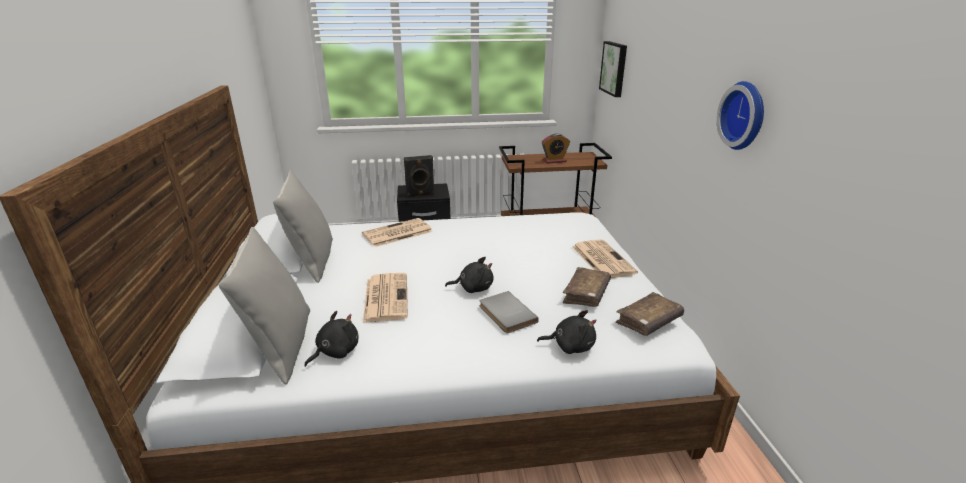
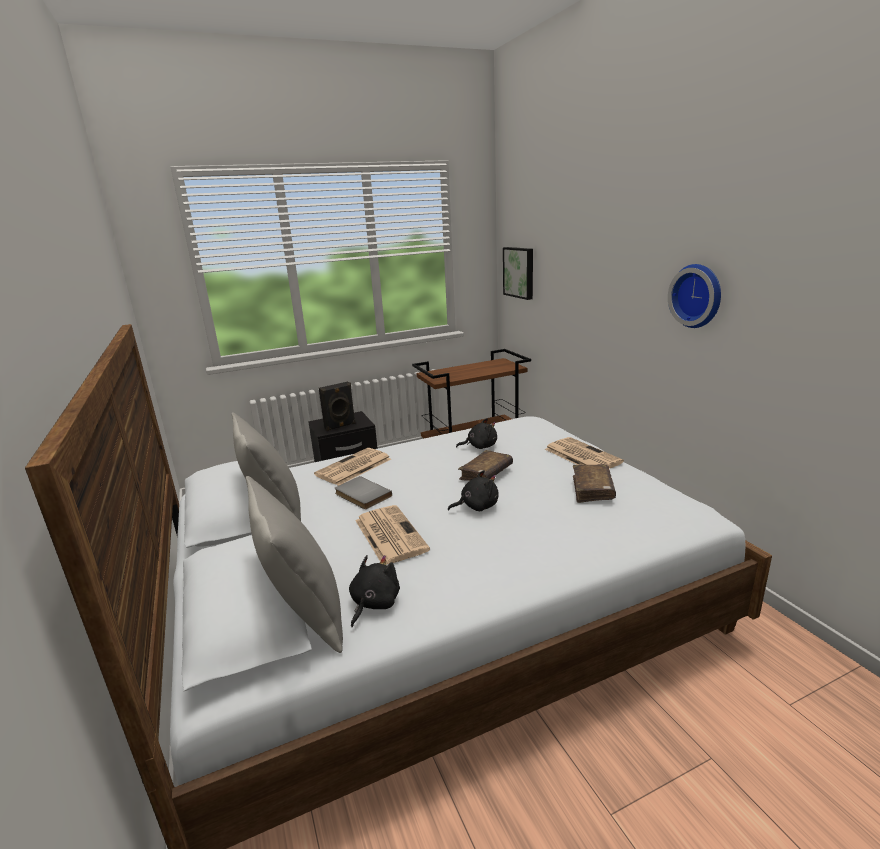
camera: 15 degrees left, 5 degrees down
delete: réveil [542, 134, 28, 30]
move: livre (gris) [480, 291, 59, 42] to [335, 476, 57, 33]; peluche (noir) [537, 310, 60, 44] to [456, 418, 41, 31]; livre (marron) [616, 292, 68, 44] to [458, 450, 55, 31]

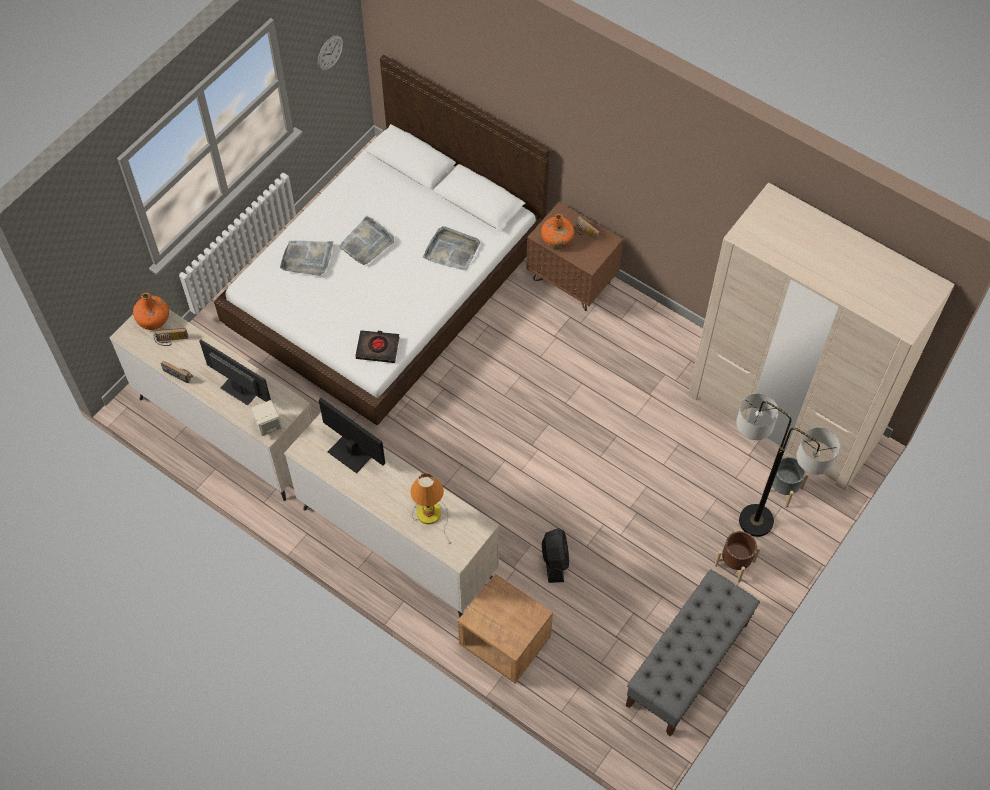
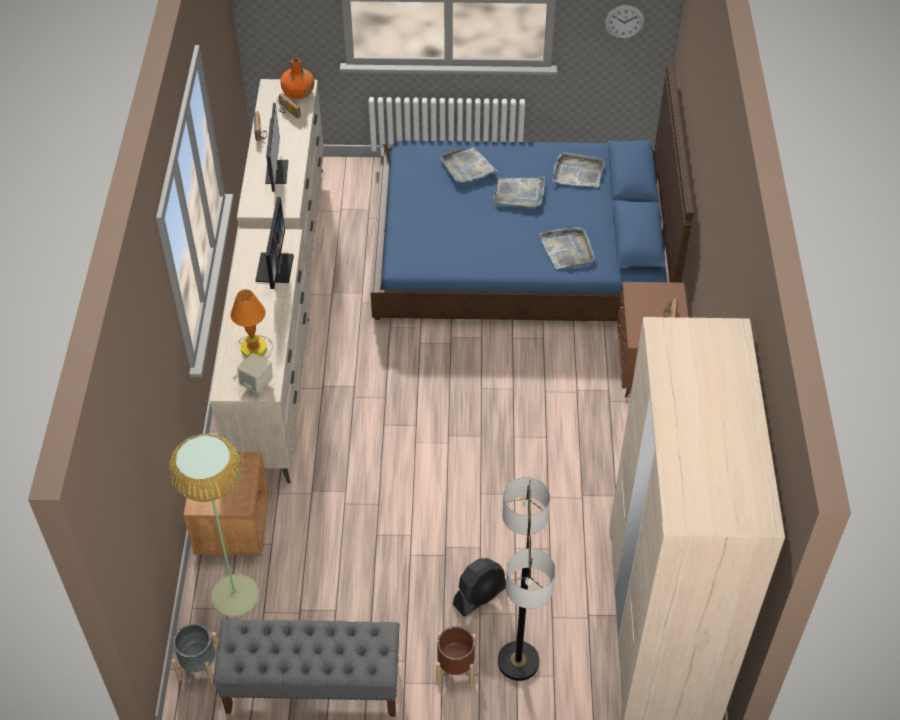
camera: 55 degrees right, 10 degrees down
delete: livre (noir) [355, 330, 44, 33]; bouteille (orange) [541, 214, 33, 35]
insert: lampadaire [168, 434, 91, 183]; plateau (gris) [553, 152, 51, 35]
move: enceinte (beige) [251, 400, 32, 36] to [237, 353, 36, 42]; ventilateur (noir) [542, 528, 27, 55] to [453, 558, 53, 59]; cache-pot (gris) [763, 457, 46, 51] to [172, 624, 46, 60]
recolor: lit (blanc) [214, 55, 336, 370] to lit (bleu) [370, 63, 324, 258]

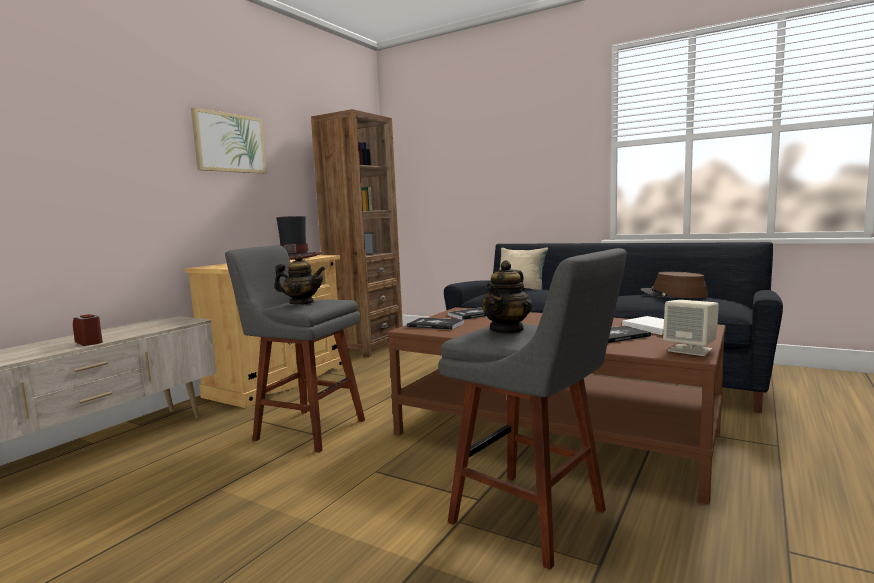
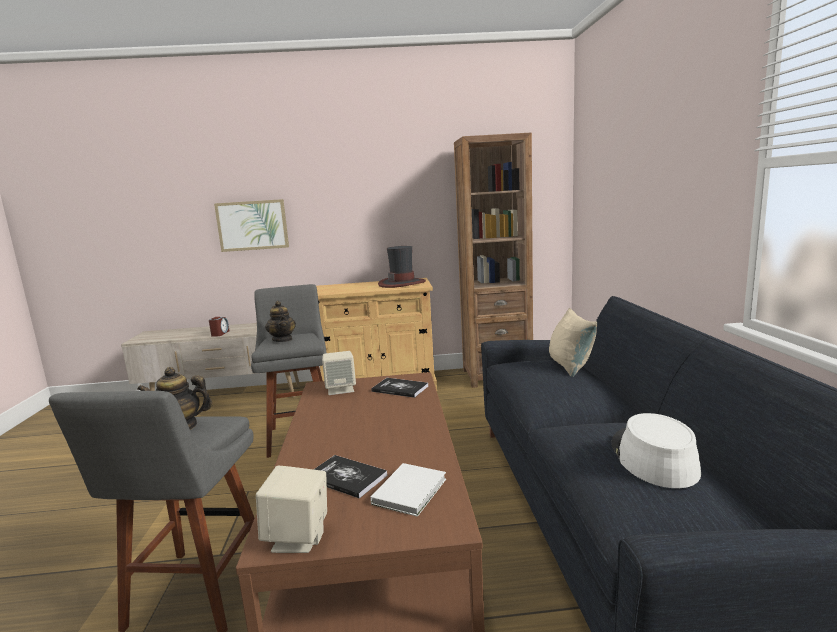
camera: 55 degrees right, 5 degrees up
move: tableau [191, 108, 76, 66] to [214, 199, 75, 53]
replace: livre [407, 317, 57, 13] to enceinte (beige) [322, 351, 34, 44]
recolor: chapeau (marron) [640, 272, 68, 26] to chapeau (blanc) [611, 413, 90, 75]

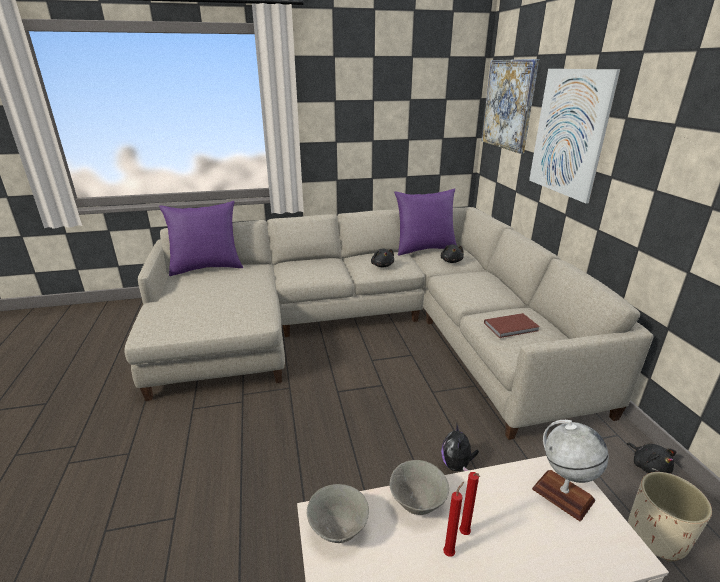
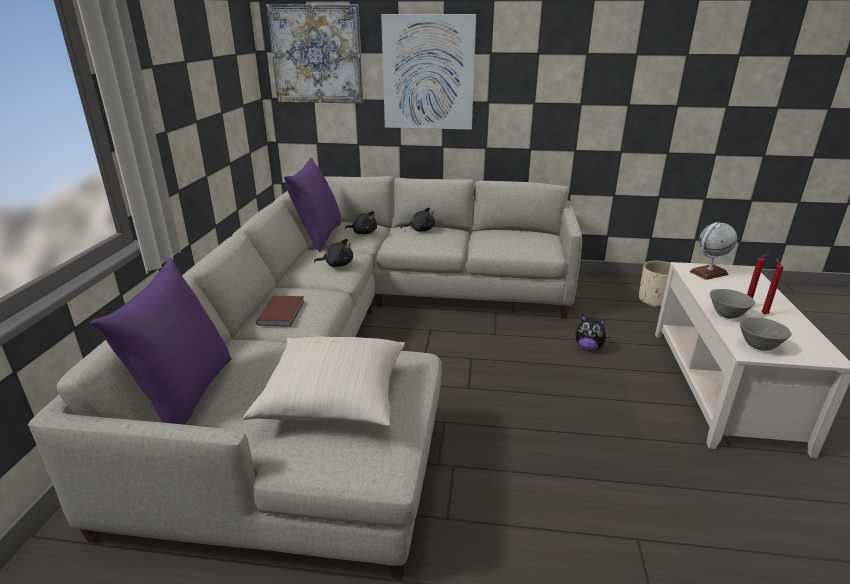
camera: 70 degrees left, 0 degrees up
insert: coussin (beige) [243, 337, 162, 89]
move: livre (marron) [484, 313, 56, 25] to [256, 296, 49, 31]; peluche (noir) [627, 443, 50, 31] to [401, 207, 34, 25]

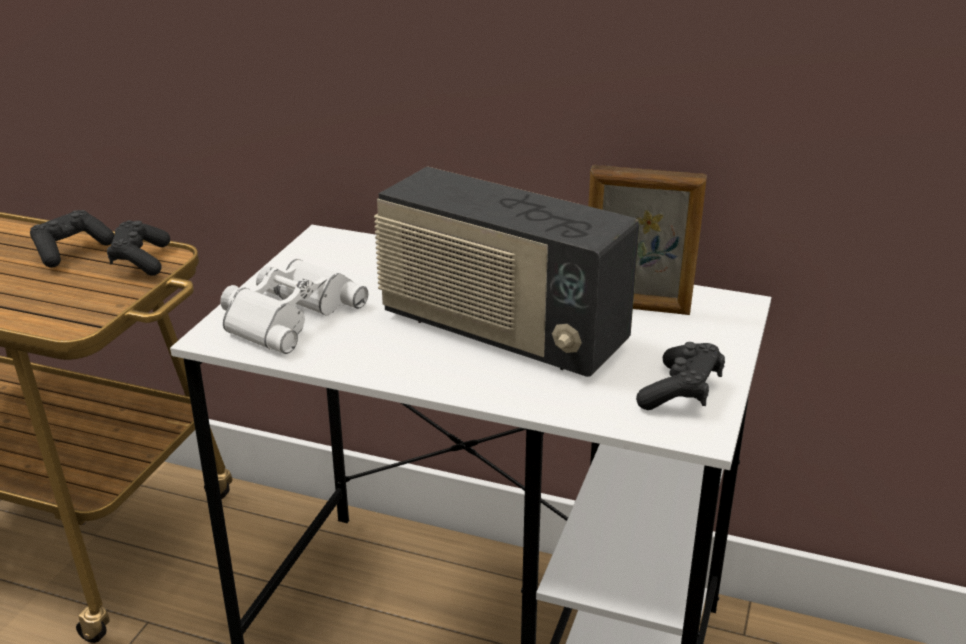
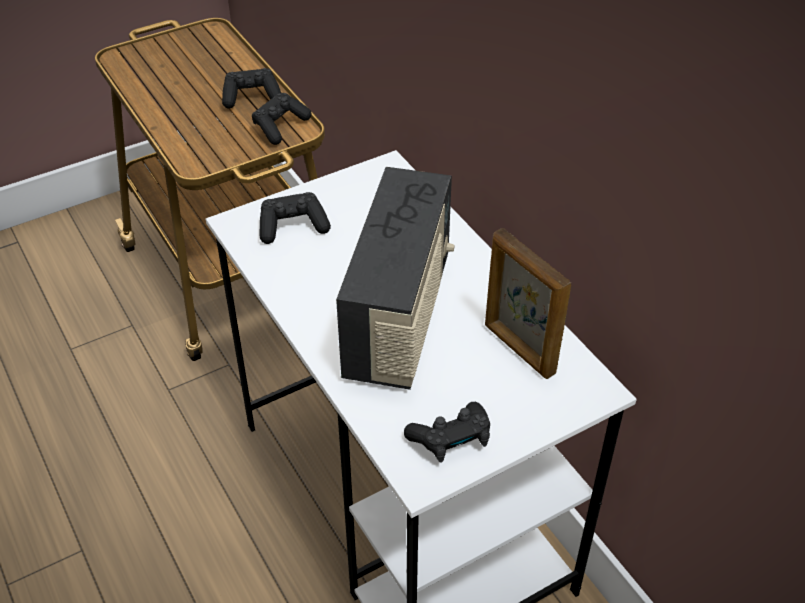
camera: 40 degrees right, 15 degrees up
replace: jumelles (blanc) [220, 259, 148, 95] to manette (noir) [260, 192, 71, 52]
rotate: radio [374, 166, 266, 211] = [336, 167, 119, 223] 150 degrees counterclockwise

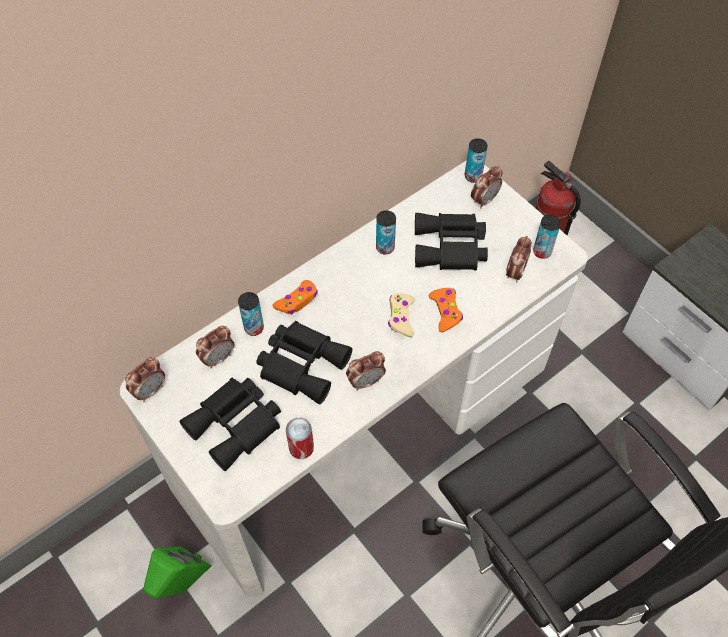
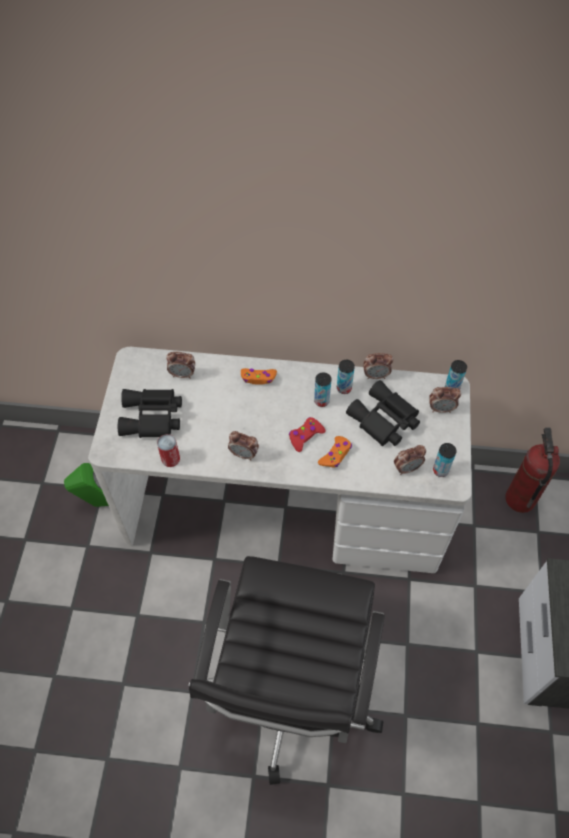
camera: 45 degrees right, 0 degrees up
delete: jumelles (noir) [256, 321, 96, 83]
move: réveil [125, 357, 40, 45] to [364, 353, 29, 26]; boîte métallique [238, 292, 26, 44] to [314, 372, 18, 35]
recolor: manette (beige) [388, 293, 27, 44] to manette (rouge) [289, 417, 37, 35]

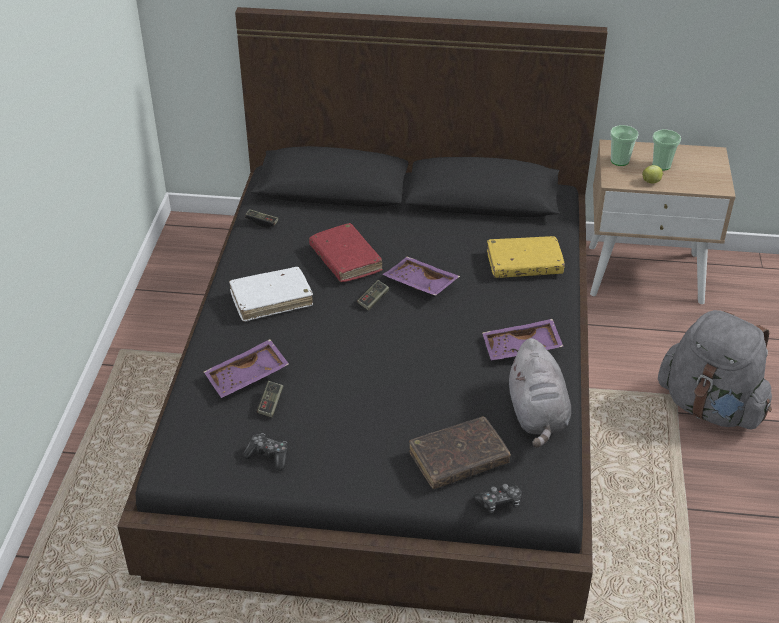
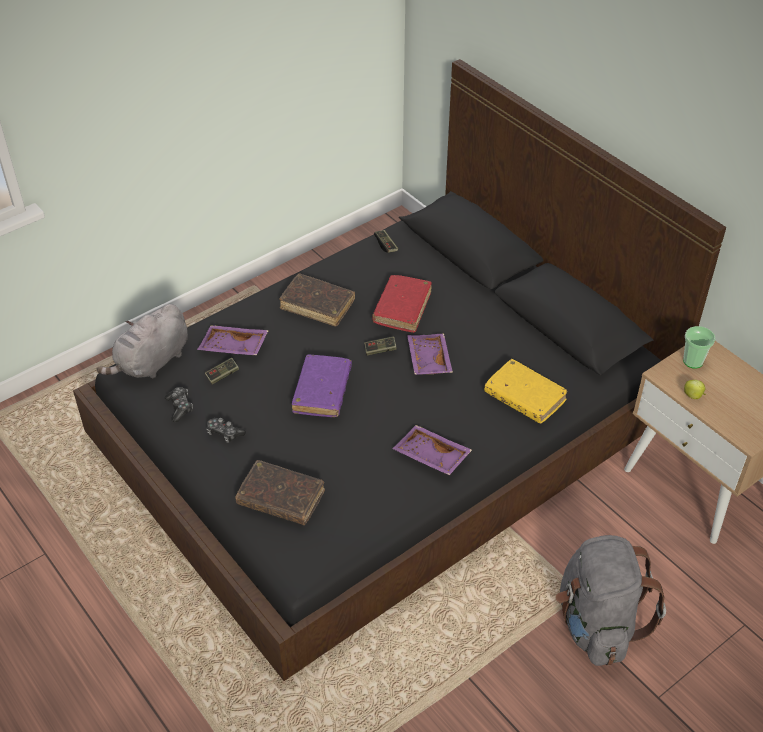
camera: 45 degrees right, 5 degrees up
delete: tasse [652, 130, 29, 41]
insert: livre (violet) [292, 355, 60, 62]
move: manette [473, 484, 49, 29] to [206, 418, 40, 25]; peluche (gris) [509, 338, 62, 110] to [97, 304, 91, 75]
recolor: livre (blanc) [229, 267, 84, 55] to livre (marron) [279, 273, 76, 54]

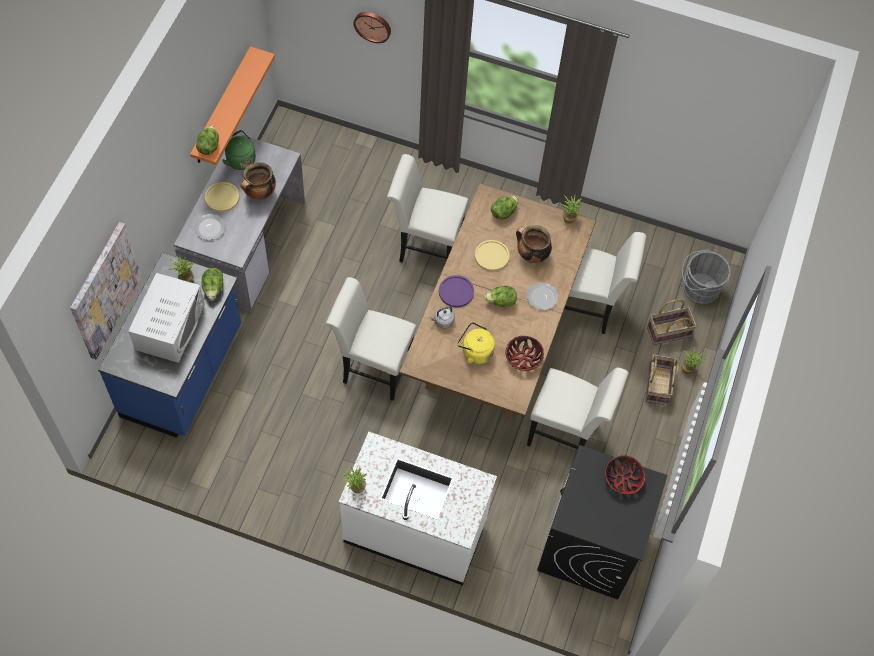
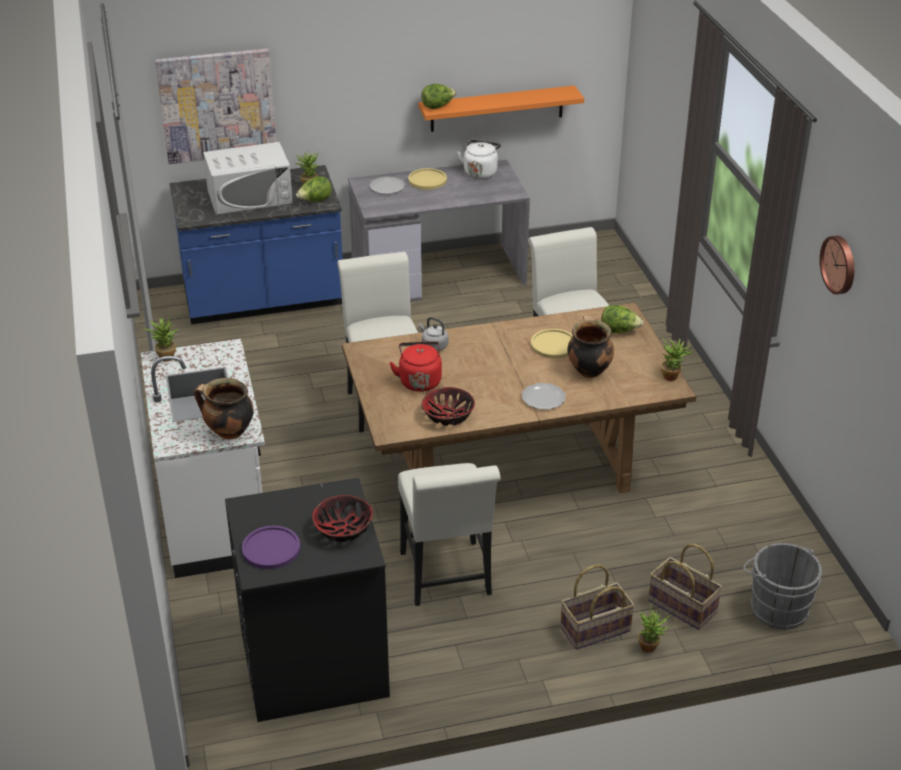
camera: 60 degrees right, 25 degrees down
delete: laitue [484, 286, 33, 21]; chaise (blanc) [564, 232, 82, 102]
move: marmite [241, 162, 35, 38] to [194, 378, 60, 61]; horloge murale [354, 12, 37, 31] to [820, 236, 34, 59]; assiette (violet) [439, 275, 35, 32] to [242, 526, 58, 43]
recolor: bouilloire (vert) [222, 130, 34, 40] to bouilloire (blanc) [457, 140, 44, 39]; bouilloire (jaune) [457, 322, 38, 42] to bouilloire (rouge) [390, 341, 52, 51]

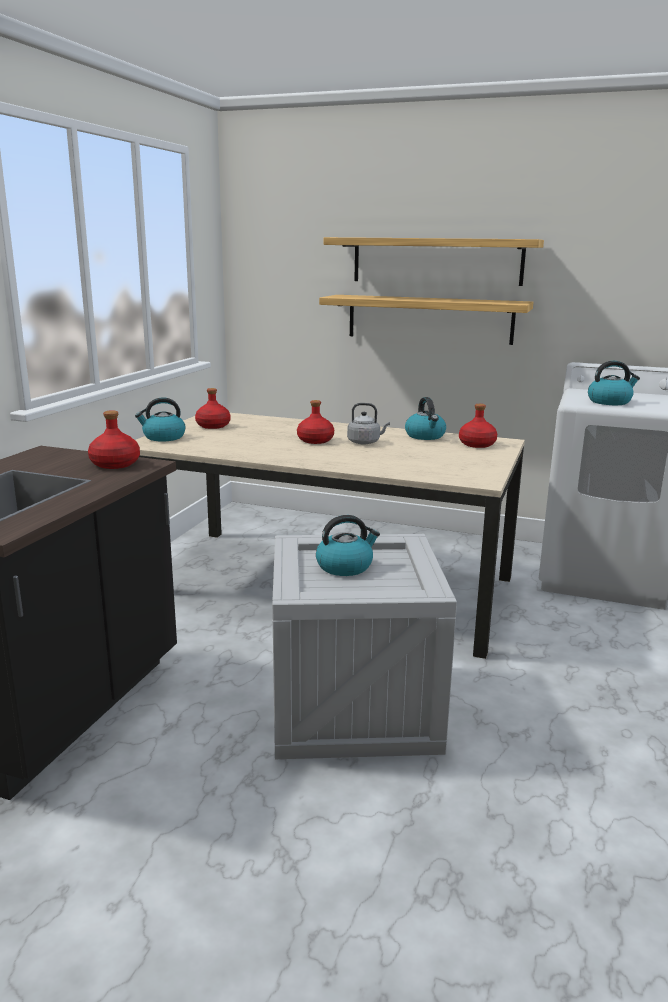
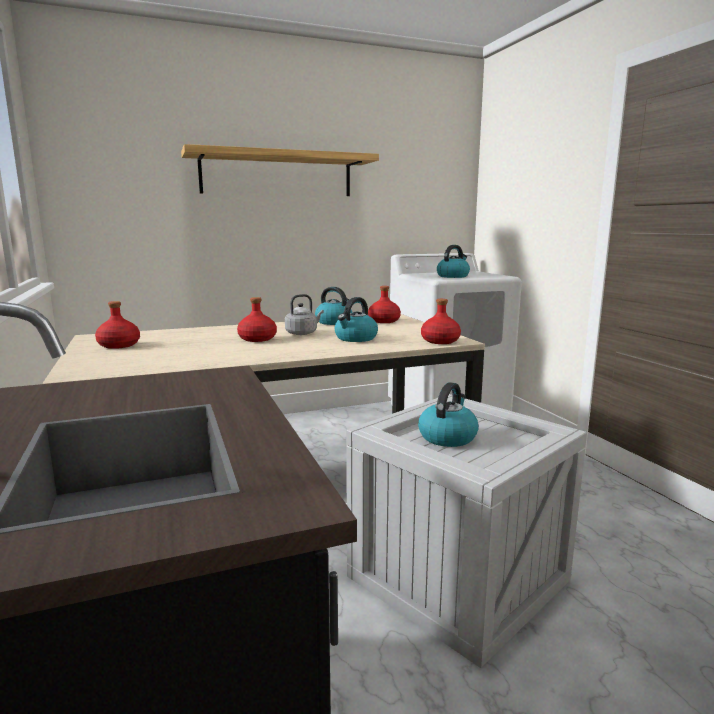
camera: 40 degrees left, 5 degrees down
delete: étagère [319, 295, 214, 50]
move: bouteille (rouge) [88, 410, 52, 59] to [421, 299, 40, 45]; bouilloire [135, 398, 51, 43] to [335, 297, 43, 45]

